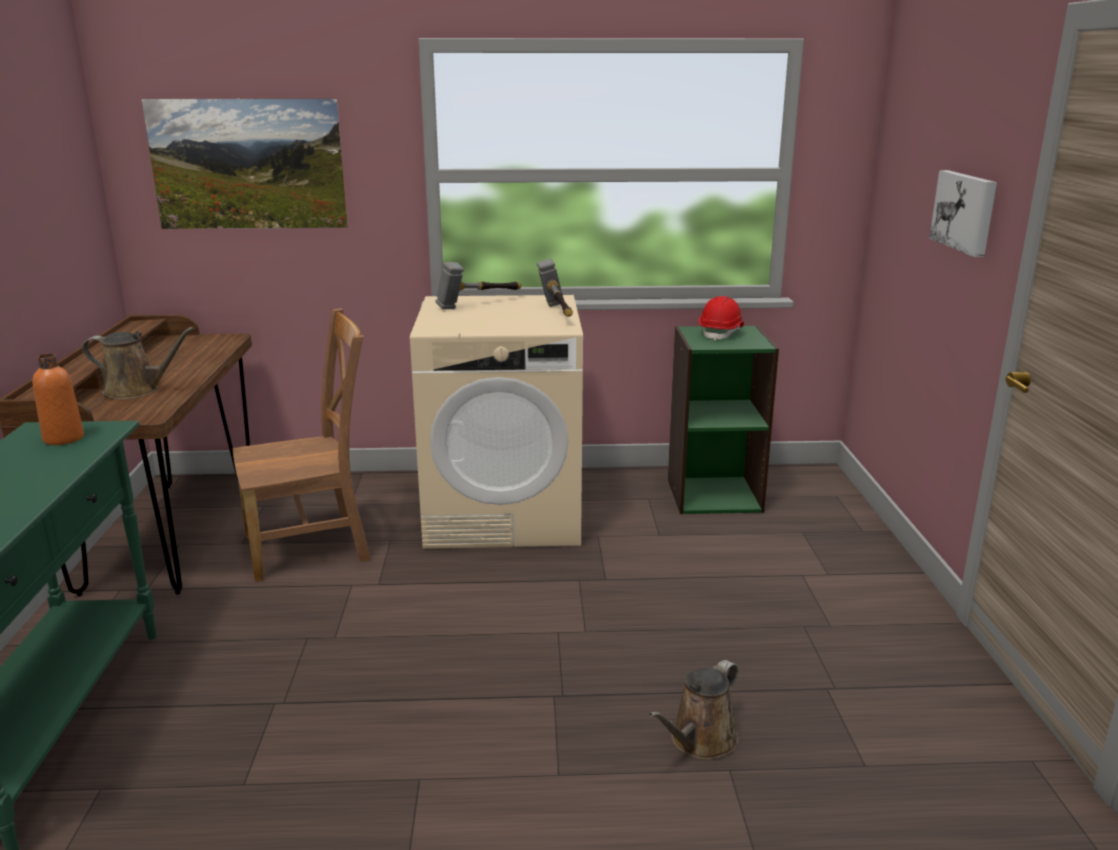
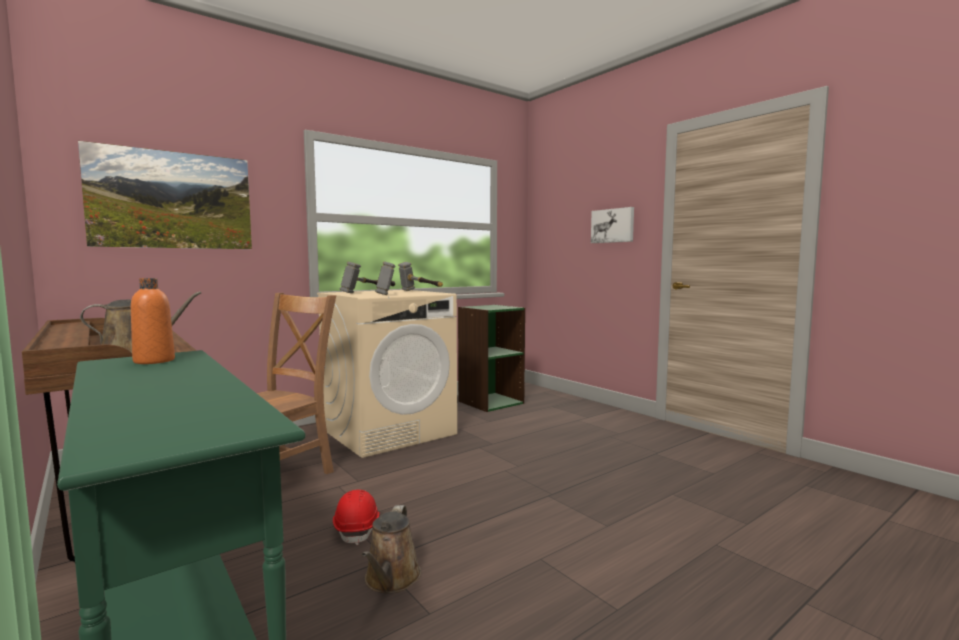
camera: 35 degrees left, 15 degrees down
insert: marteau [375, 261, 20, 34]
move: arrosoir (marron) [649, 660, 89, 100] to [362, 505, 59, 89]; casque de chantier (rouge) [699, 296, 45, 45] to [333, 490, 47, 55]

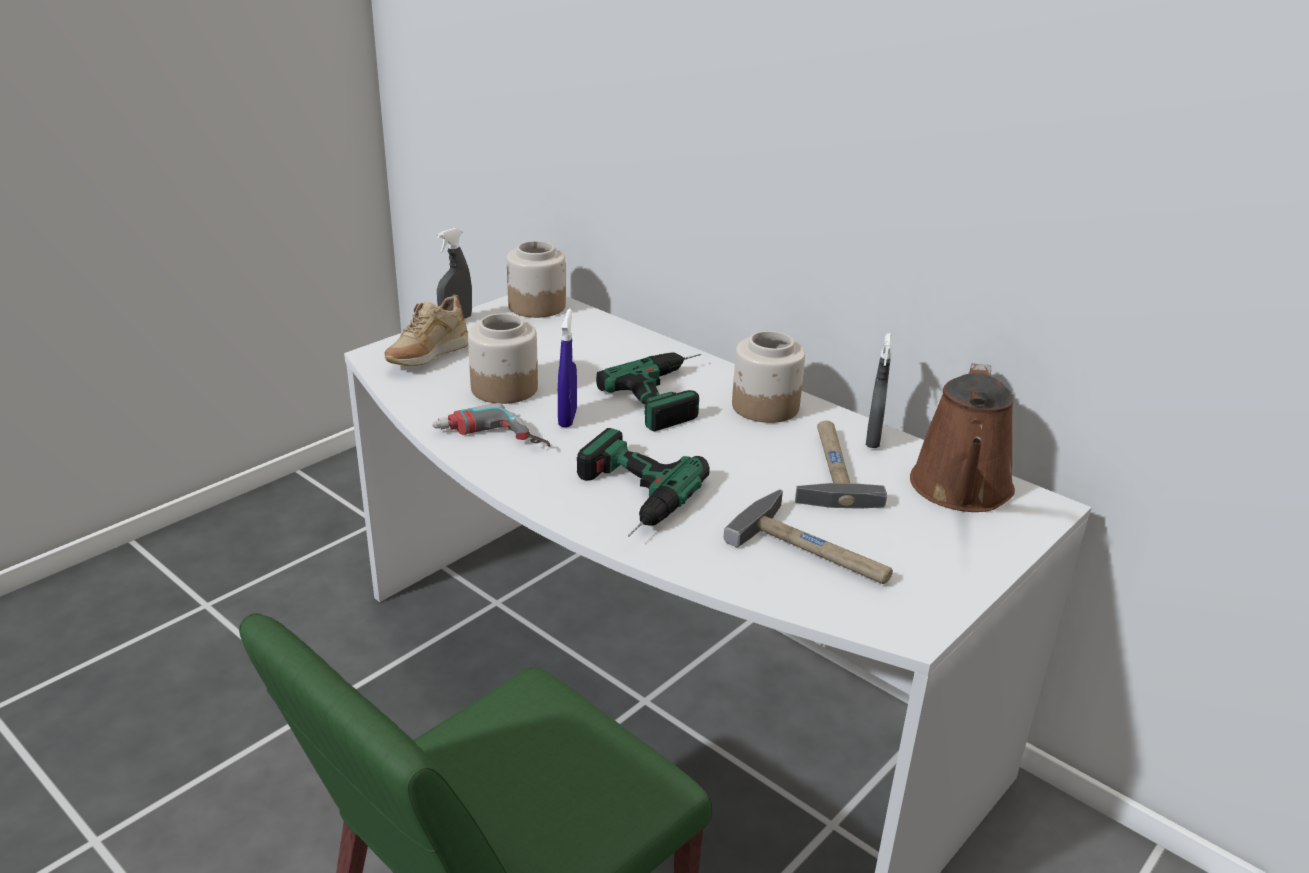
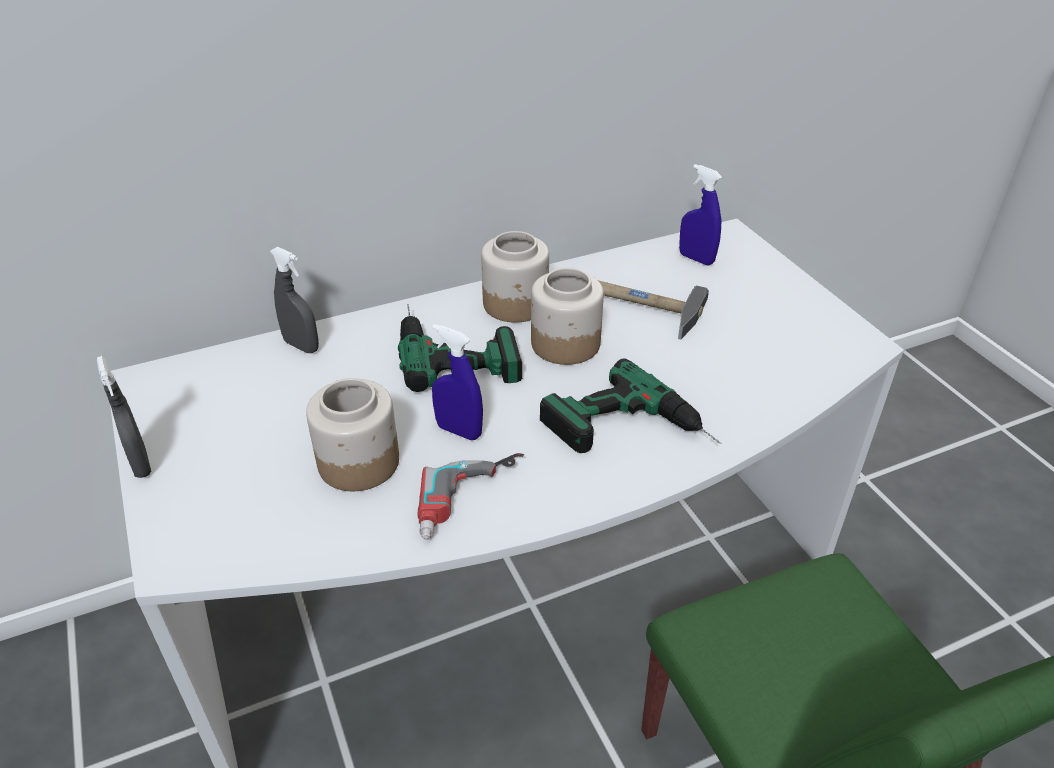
camera: 65 degrees left, 10 degrees up
delete: chaussure (beige) [384, 295, 84, 71]; marteau [723, 489, 170, 95]
move: bocal [507, 241, 59, 77] to [531, 268, 73, 97]; vaporisateur (gris) [866, 333, 26, 115] to [270, 247, 49, 106]
replace: arrosoir (marron) [910, 363, 105, 149] to vaporisateur (bleu) [679, 164, 43, 102]

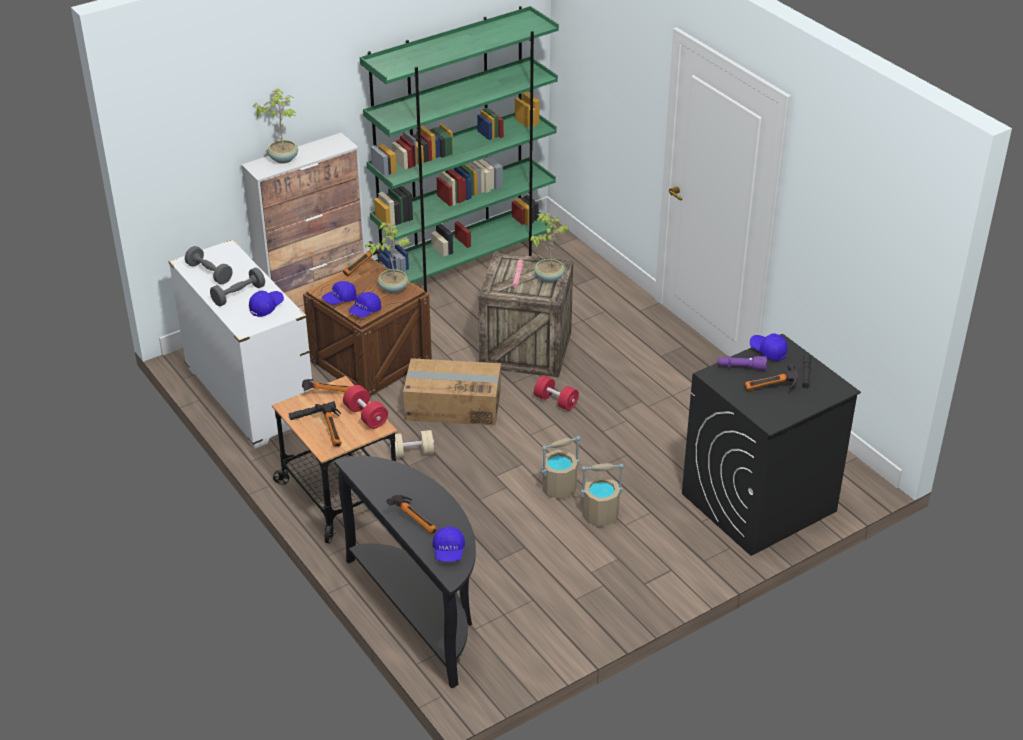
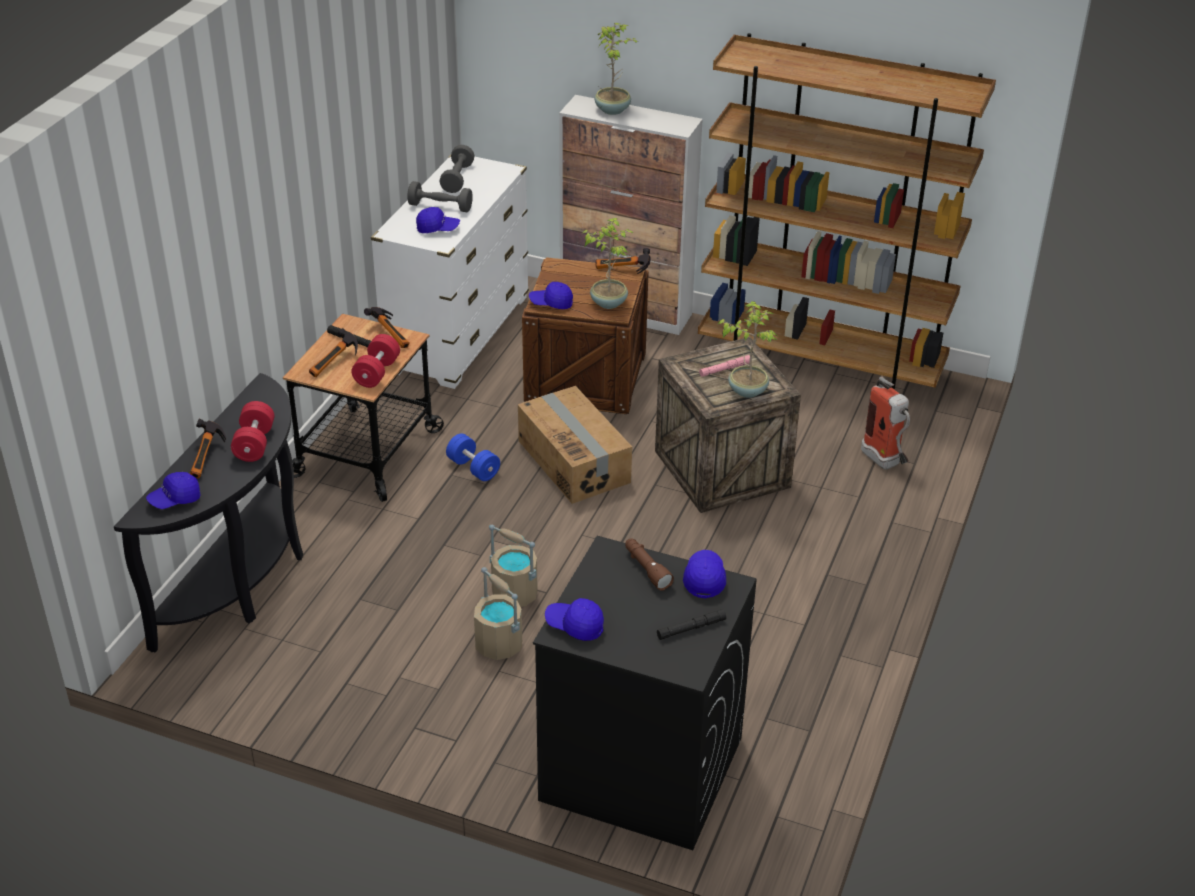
camera: 55 degrees right, 0 degrees up
delete: marteau [745, 364, 53, 27]
insert: extincteur [861, 377, 49, 93]
move: casquette (bleu) [322, 281, 35, 24] to [545, 598, 59, 43]; haltère (rouge) [534, 375, 45, 36] to [231, 401, 43, 61]
recolor: bibliothèque (vert) [360, 6, 199, 286] to bibliothèque (marron) [698, 33, 298, 357]; haltère (beige) [390, 430, 44, 28] to haltère (bleu) [446, 433, 54, 48]; lampe de poche (violet) [718, 356, 49, 14] to lampe de poche (marron) [625, 539, 49, 52]

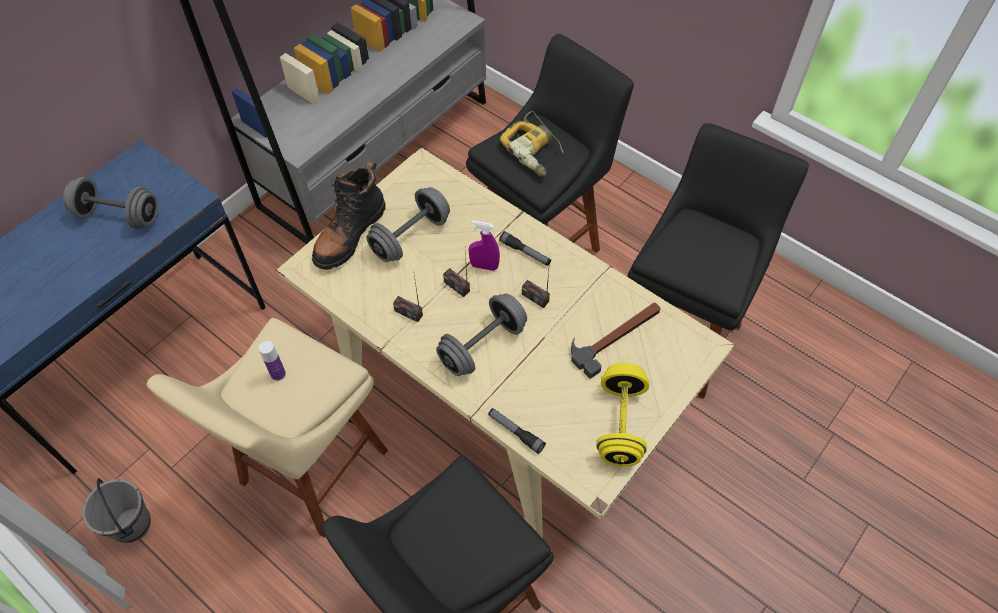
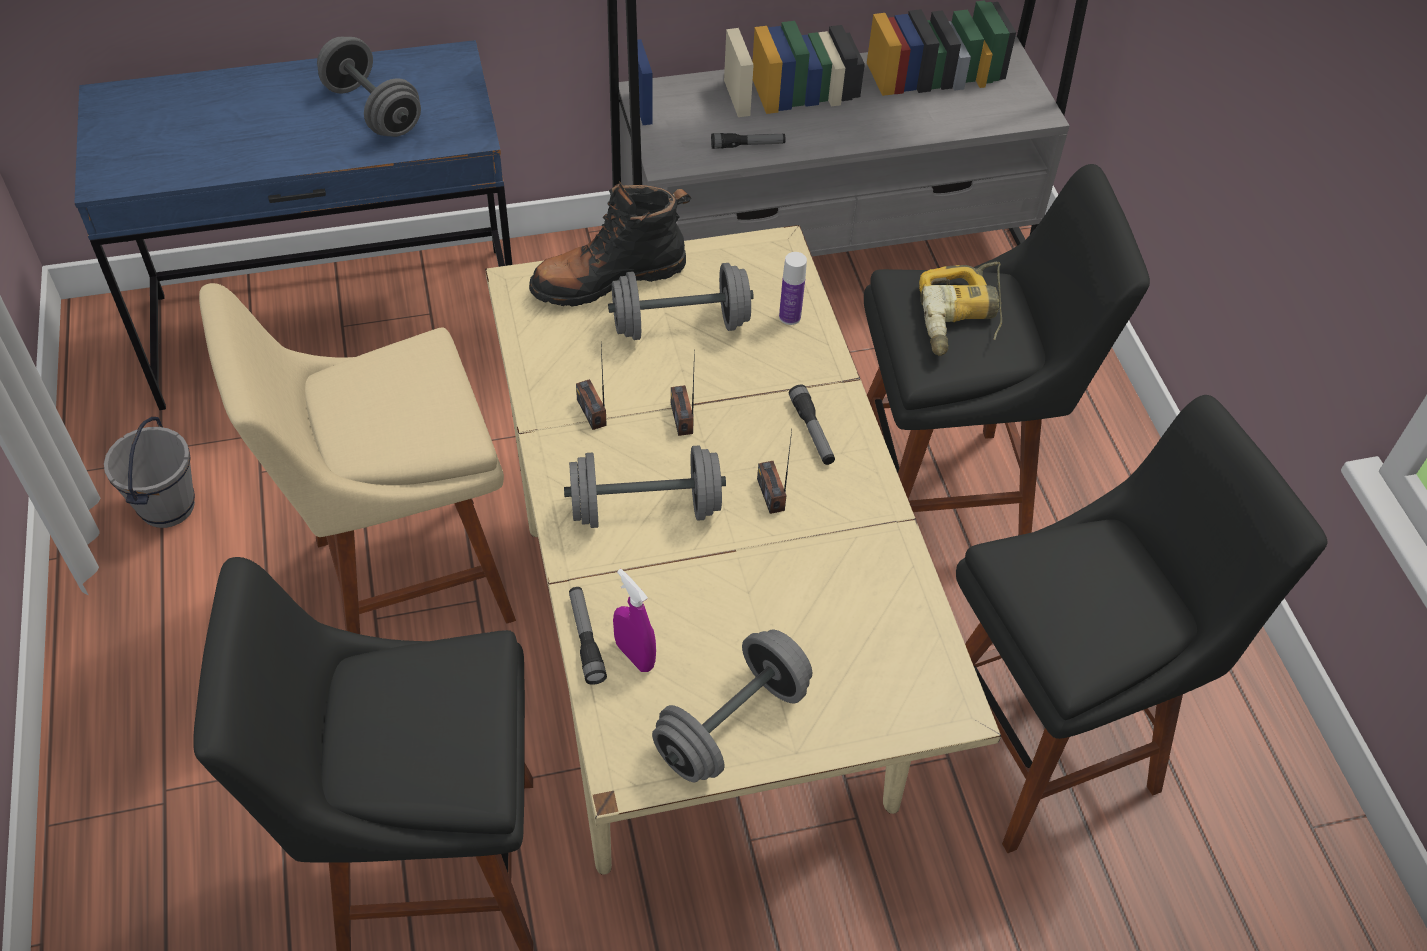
camera: 35 degrees right, 5 degrees down
delete: marteau [571, 303, 89, 76]
insert: lampe de poche [711, 133, 75, 16]
move: bouteille [259, 341, 27, 40] to [779, 252, 28, 73]; vaporisateur (violet) [468, 220, 32, 51] to [613, 569, 43, 103]
recolor: haltère (jaune) [596, 363, 53, 104] to haltère (gris) [652, 630, 160, 152]

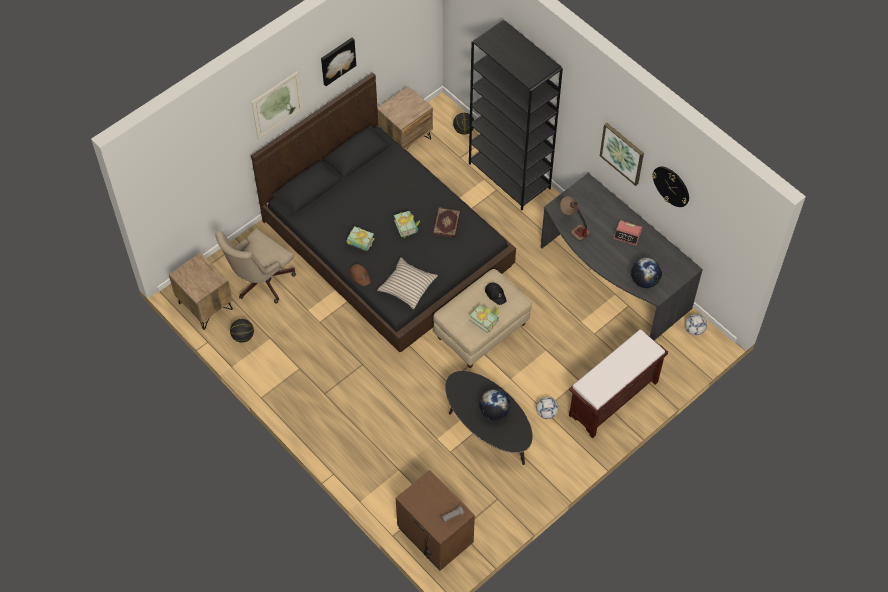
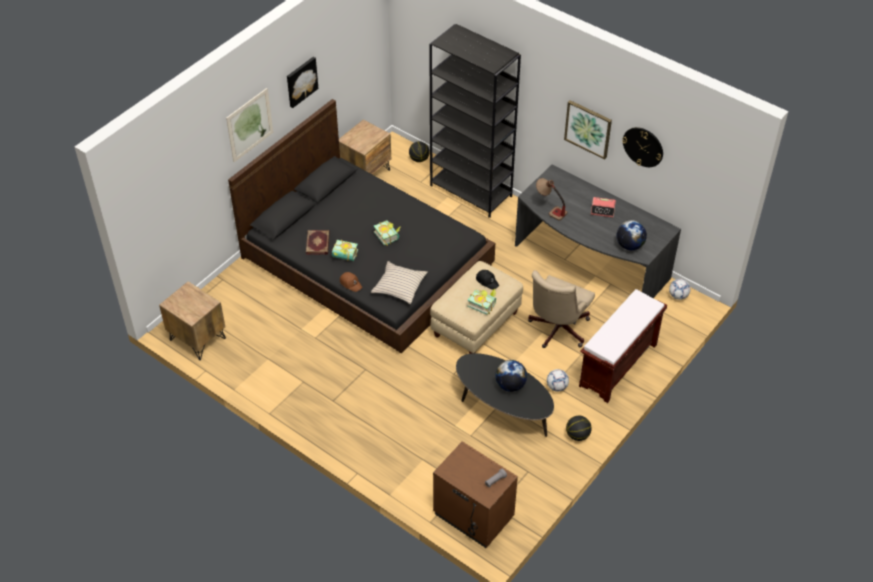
camera: 10 degrees left, 10 degrees down
move: chaise de bureau (beige) [215, 228, 81, 75] to [528, 270, 67, 78]; ballon de basket [230, 319, 24, 24] to [566, 416, 26, 25]; livre [433, 208, 27, 30] to [306, 230, 24, 25]

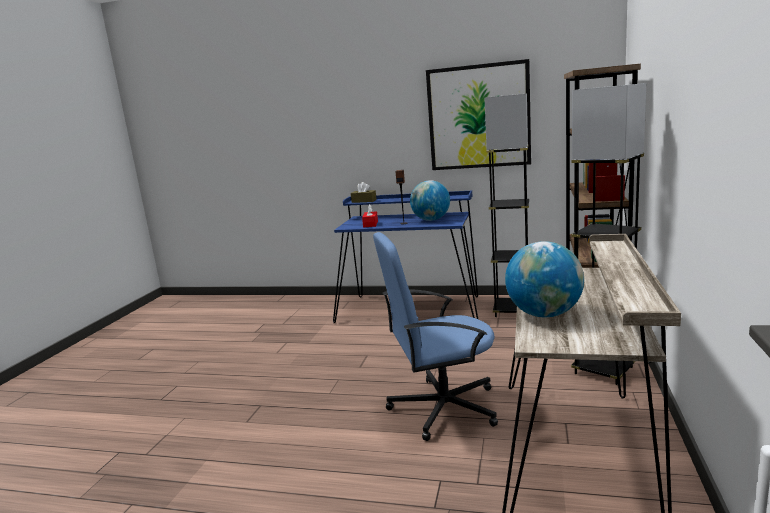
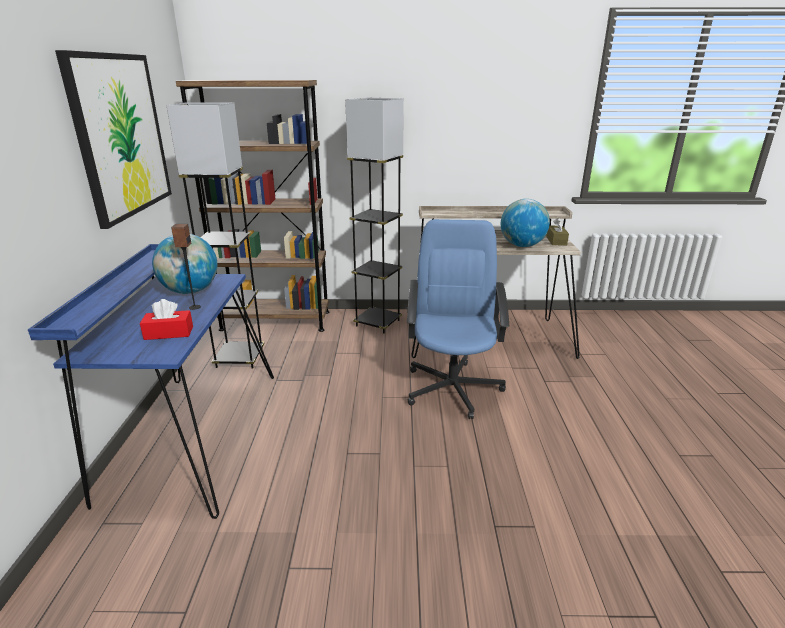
camera: 105 degrees left, 10 degrees up
move: boîte à mouchoirs (marron) [351, 182, 26, 21] to [547, 218, 22, 28]
rotate: chaise de bureau (bleu) [373, 232, 125, 209] = [407, 219, 102, 200] 150 degrees counterclockwise

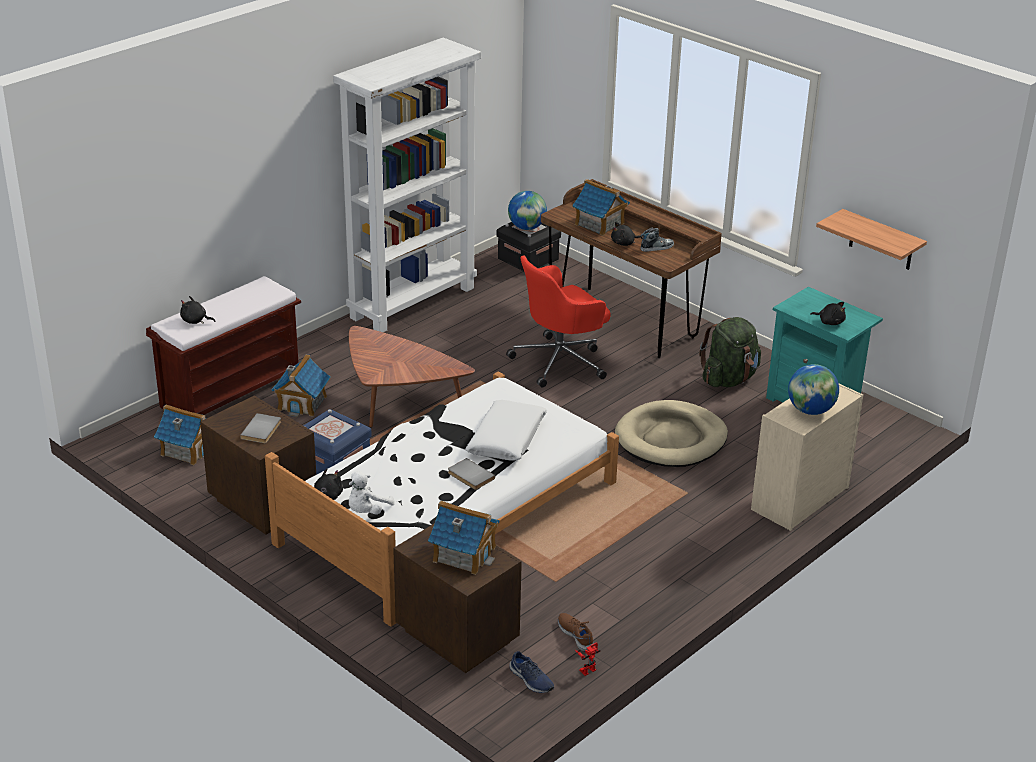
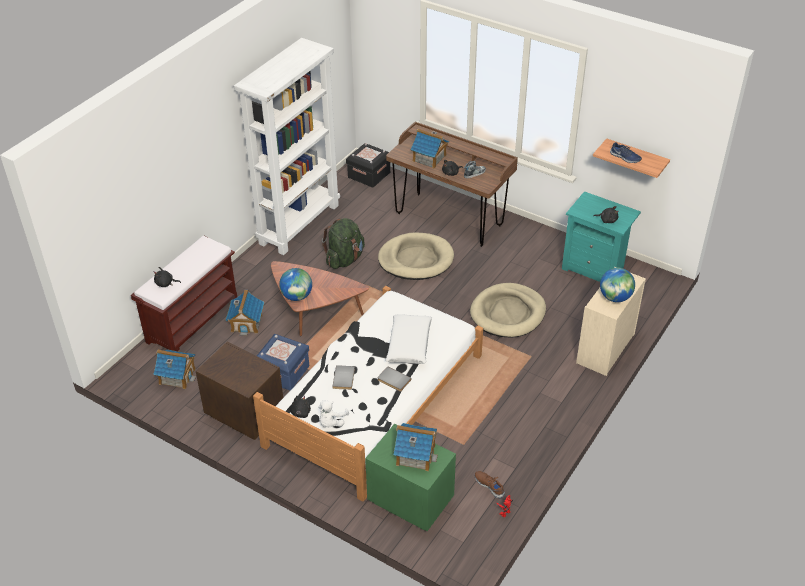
camera: 10 degrees left, 10 degrees up
move: livre (gris) [240, 413, 41, 30] to [332, 365, 23, 25]; globe [508, 191, 39, 39] to [279, 268, 33, 33]; chaussure (bleu) [509, 651, 45, 42] to [610, 142, 32, 21]; sac à dos (vert) [699, 317, 62, 70] to [322, 218, 43, 51]
replace: chaise de bureau (rouge) [506, 256, 105, 132] to panier pour chien (beige) [378, 232, 76, 48]
recolor: table de chevet (marron) [393, 523, 129, 150] to table de chevet (vert) [365, 424, 91, 107]

